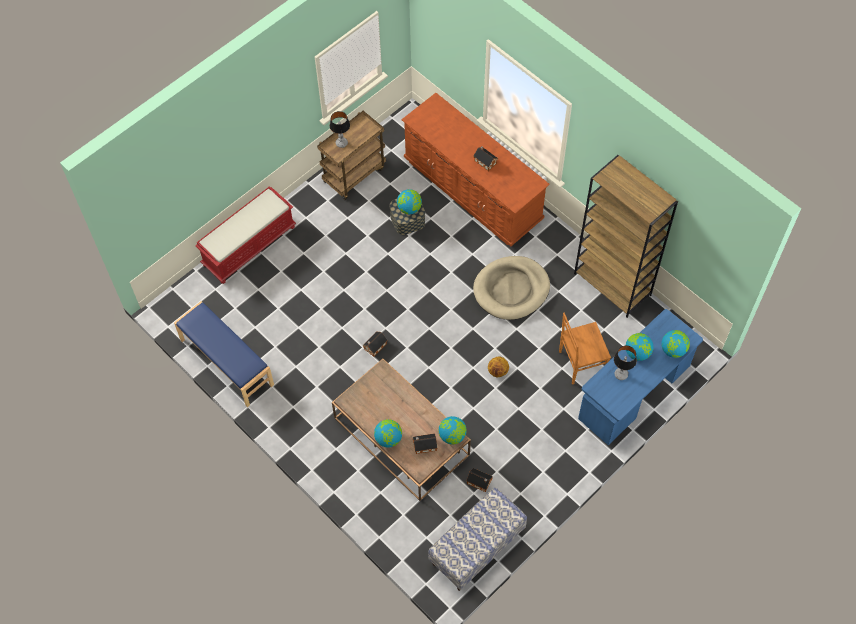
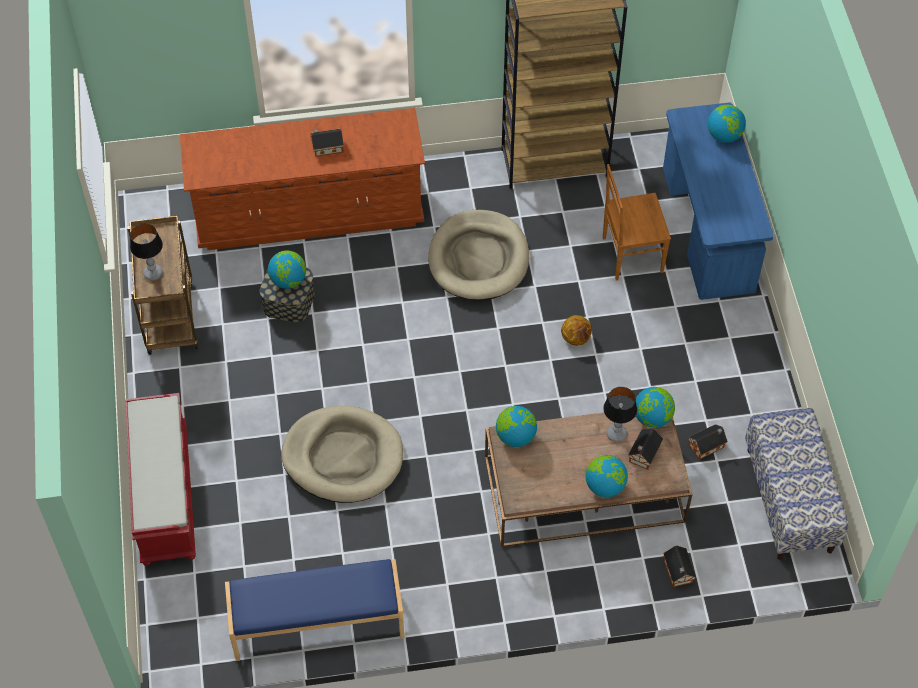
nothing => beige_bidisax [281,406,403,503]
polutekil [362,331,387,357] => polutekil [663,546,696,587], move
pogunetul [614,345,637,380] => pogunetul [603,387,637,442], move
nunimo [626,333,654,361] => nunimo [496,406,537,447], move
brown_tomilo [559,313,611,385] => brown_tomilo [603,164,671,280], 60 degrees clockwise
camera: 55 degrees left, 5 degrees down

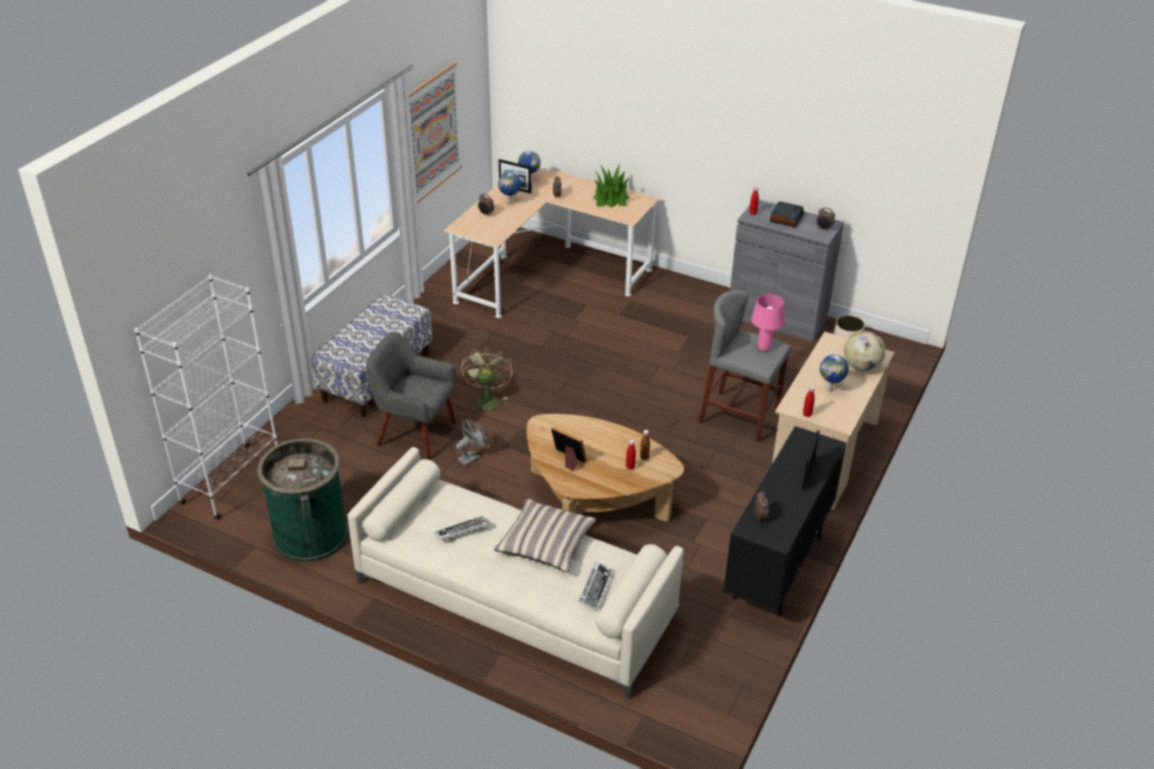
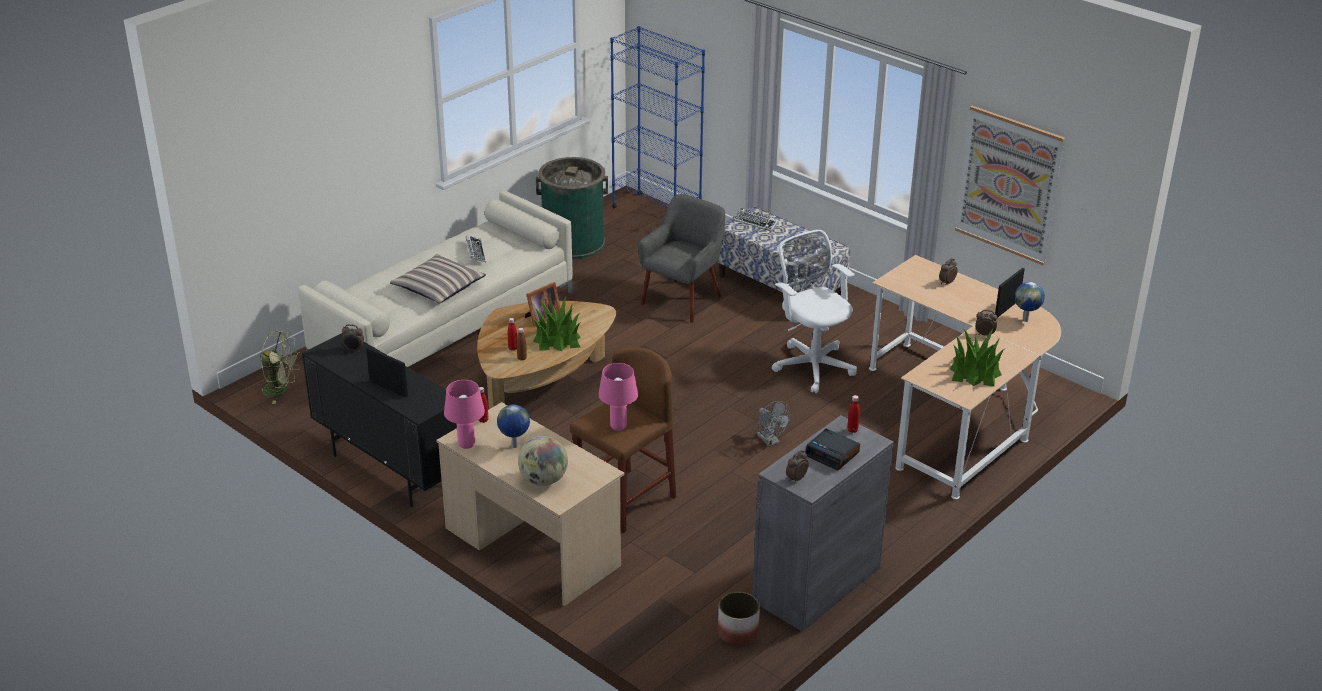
nunimo [498,172,521,205] => nothing
nothing => pink_pogunetul [444,380,485,449]
nothing => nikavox [533,296,581,351]
nothing => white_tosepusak [772,230,857,394]
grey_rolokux [456,419,487,466] => grey_rolokux [757,401,791,447], move
green_rolokux [461,347,512,415] => green_rolokux [259,331,300,404], move
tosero [579,561,613,610] => tosero [734,208,779,232], move
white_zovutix [134,274,278,519] => blue_zovutix [610,26,705,208]
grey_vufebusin [699,290,791,442] => brown_vufebusin [570,347,676,533]
camera: 105 degrees right, 5 degrees down

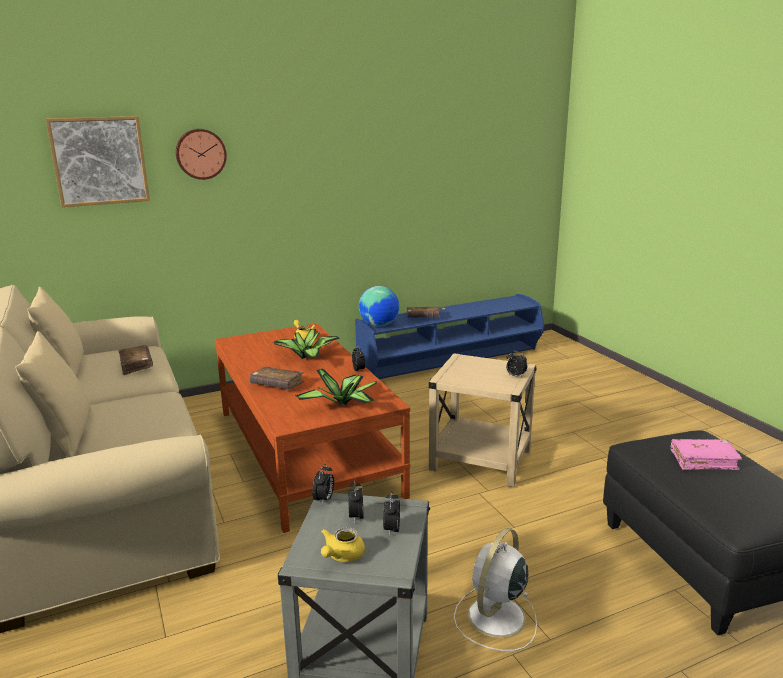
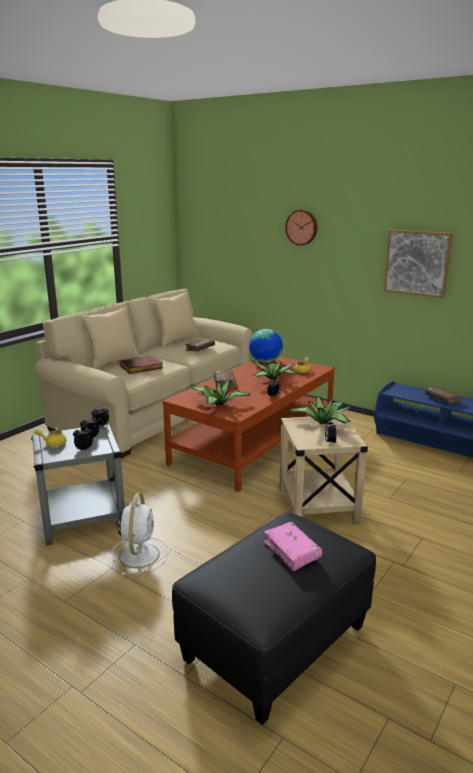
nothing => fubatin [120,356,163,374]
nothing => nikavox [289,397,351,425]
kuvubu [46,116,150,207] => kuvubu [384,230,453,298], move
nunimo [359,286,399,327] => nunimo [249,329,283,363], move
white_rolokux [454,528,537,651] => white_rolokux [111,493,168,575], 90 degrees clockwise
camera: 60 degrees right, 0 degrees up

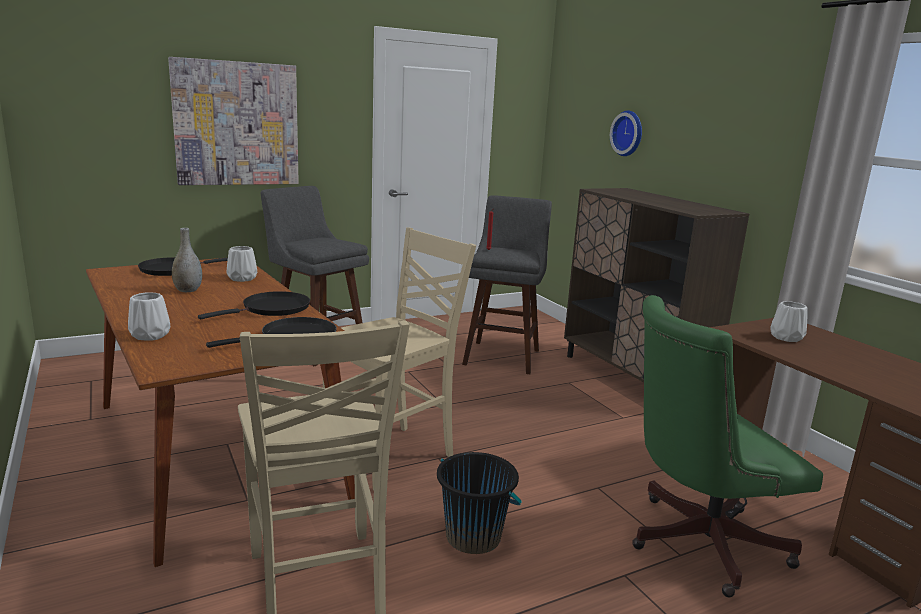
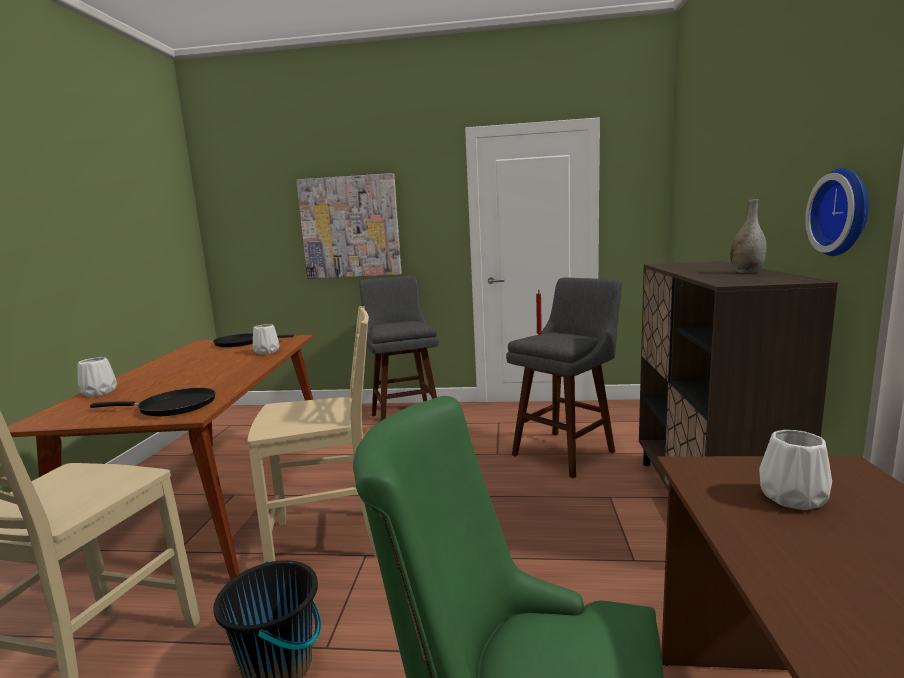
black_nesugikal [198,291,310,319] => nothing
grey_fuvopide [172,228,202,292] => grey_fuvopide [730,199,767,273], move
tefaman [610,110,642,156] => tefaman [805,168,869,256], move
camera: 35 degrees right, 5 degrees down

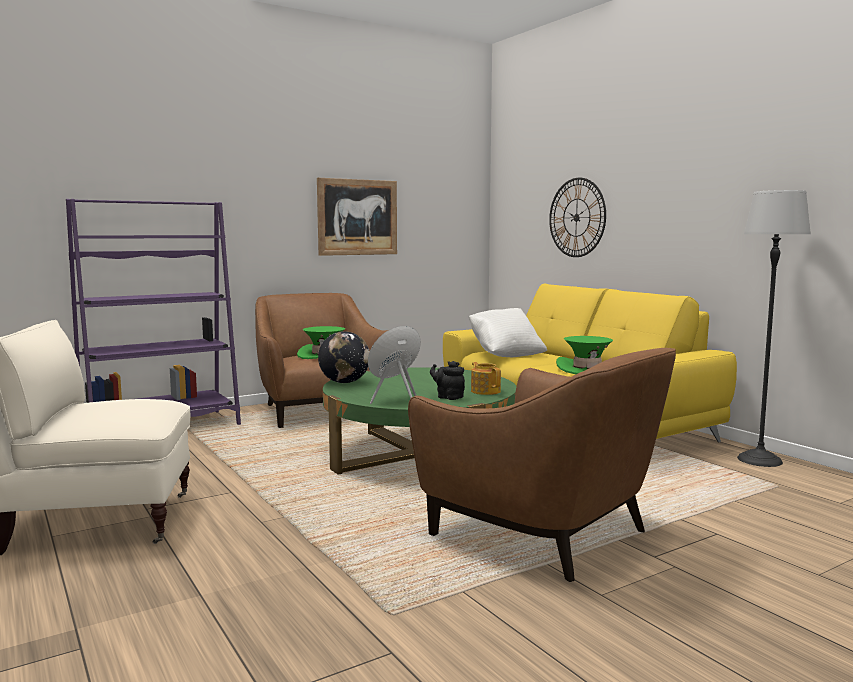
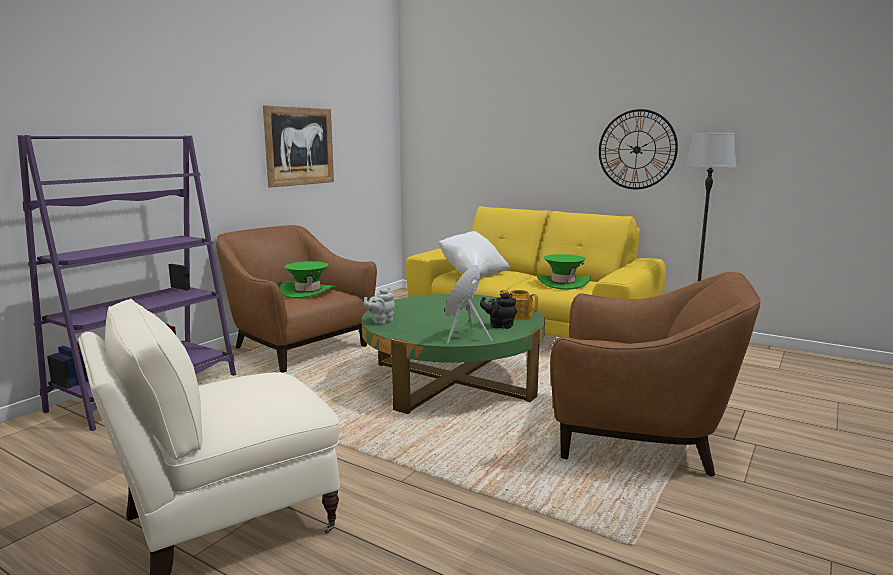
tefaman [549,178,606,257] => tefaman [599,109,678,189], move
nunimo [318,331,370,383] => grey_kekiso [364,288,395,324]
camera: 25 degrees left, 5 degrees up

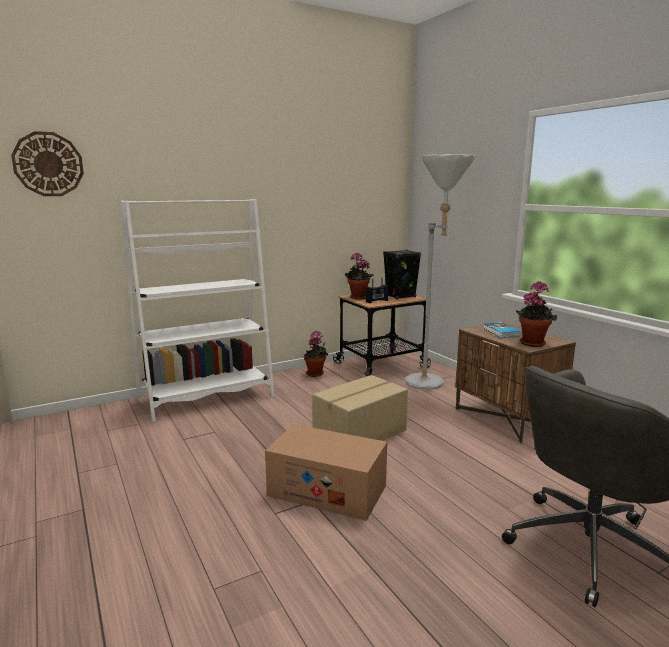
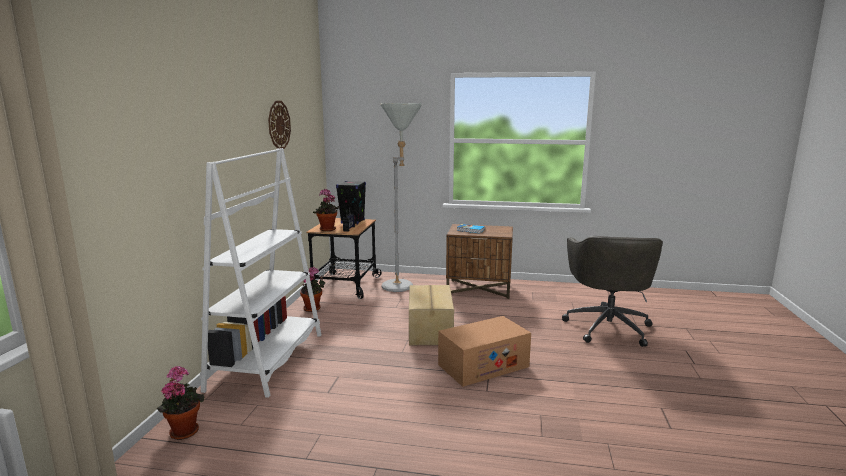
tefaman [11,131,84,196] => tefaman [268,101,291,149], move
nikavox [516,281,557,347] => nikavox [156,366,205,440], move
camera: 50 degrees left, 0 degrees up

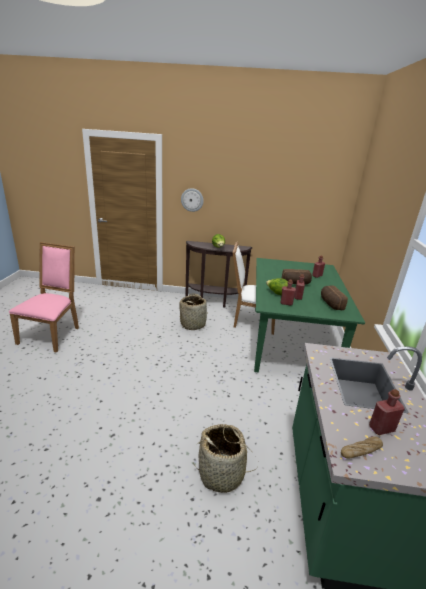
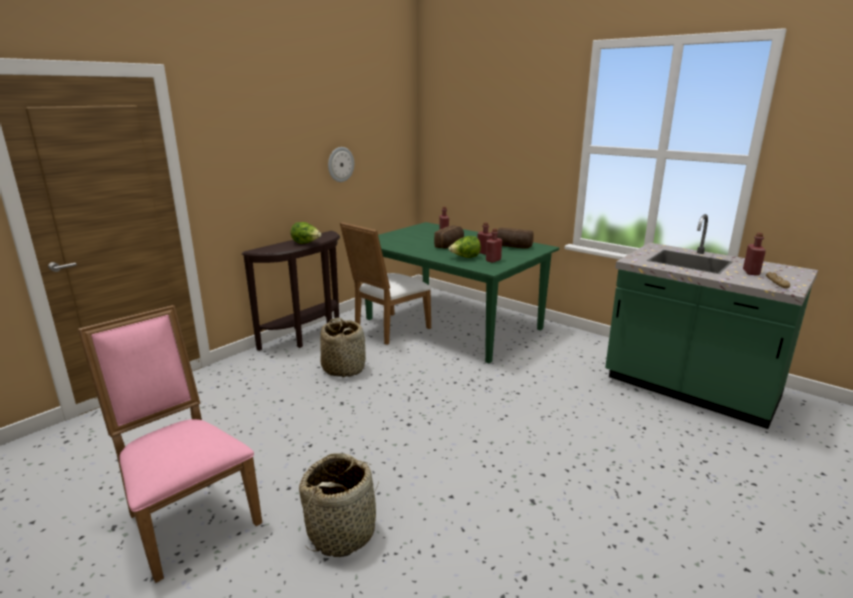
tefaman [181,188,204,212] => tefaman [328,147,354,182], move
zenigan [193,424,257,493] => zenigan [299,453,379,557], move
camera: 55 degrees left, 5 degrees down

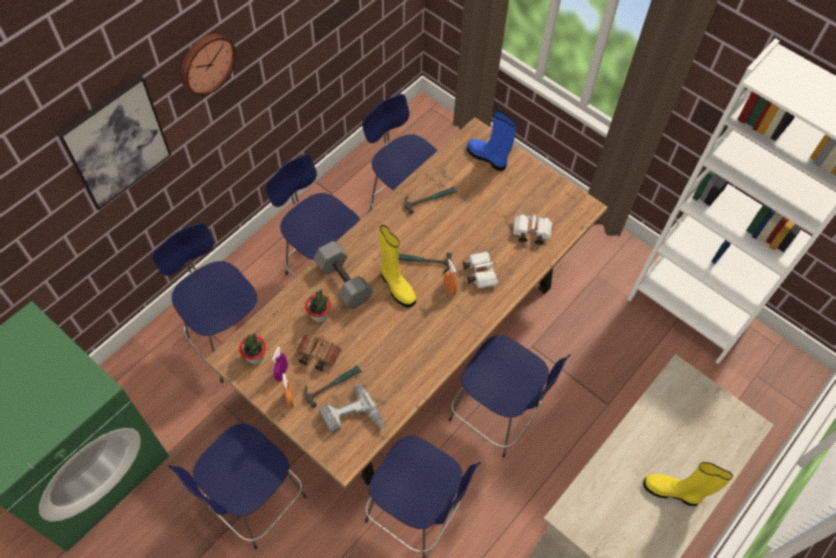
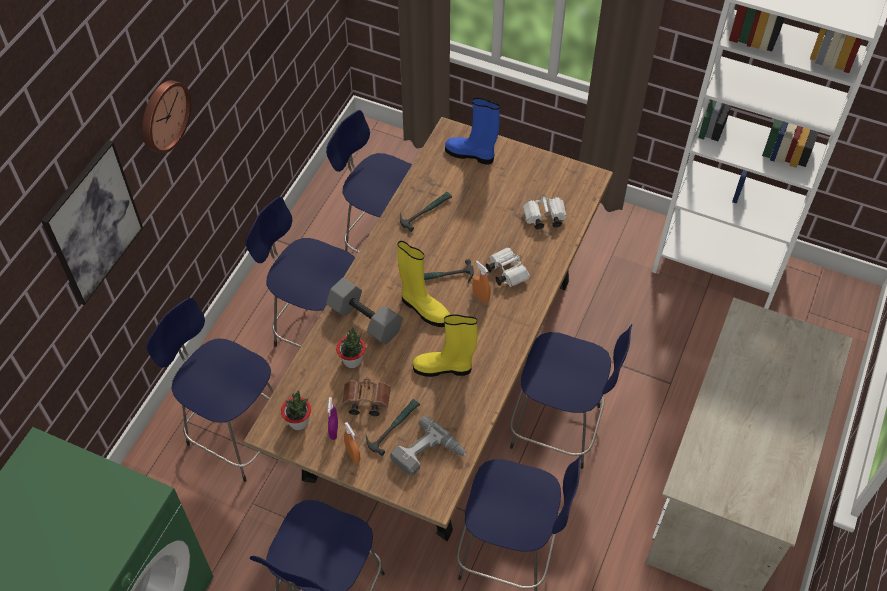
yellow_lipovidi [643,462,733,506] => yellow_lipovidi [413,314,478,377], move
camera: 15 degrees left, 5 degrees down

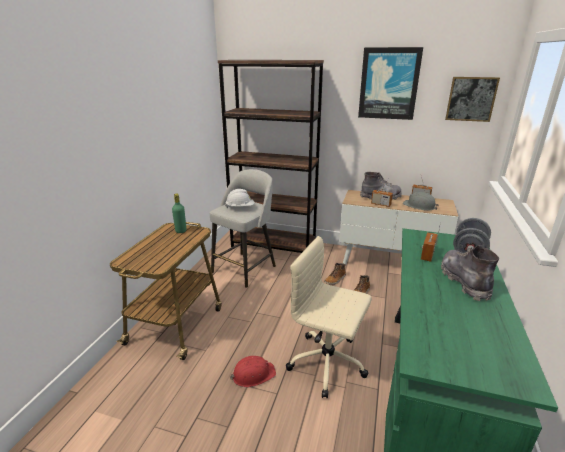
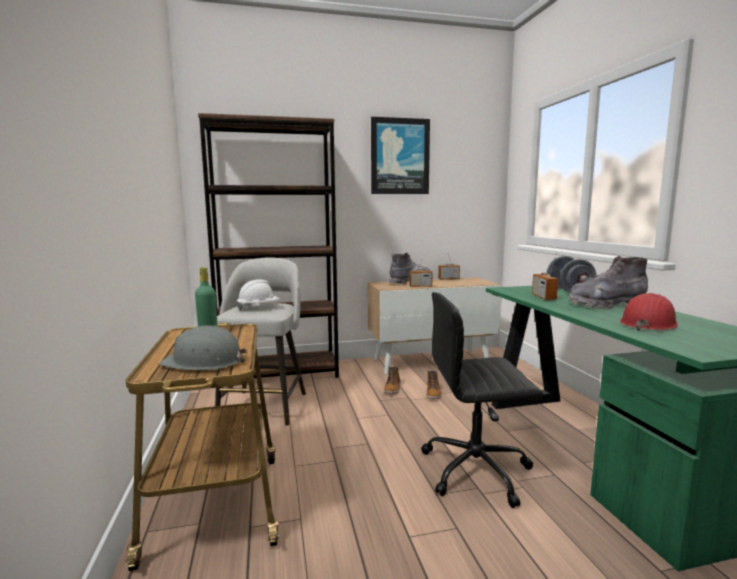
kuvubu [445,77,500,122] => nothing
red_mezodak [230,356,276,387] => red_mezodak [620,293,678,331], move
grey_mezodak [403,192,439,211] => grey_mezodak [160,325,248,370], move
beige_tosepusak [286,236,372,398] => black_tosepusak [421,292,543,508]
grey_lipovidi [441,245,499,301] => grey_lipovidi [569,256,648,309], 60 degrees counterclockwise
camera: 30 degrees left, 15 degrees down

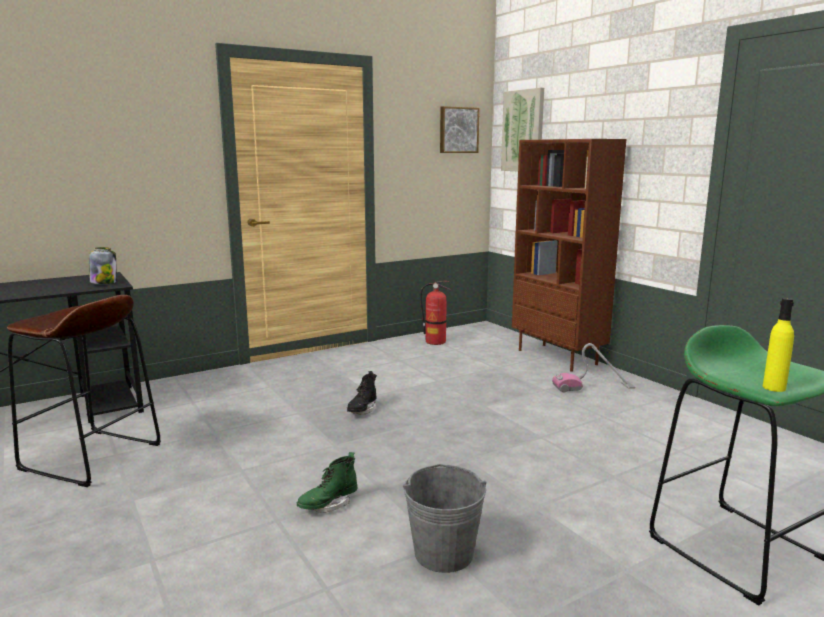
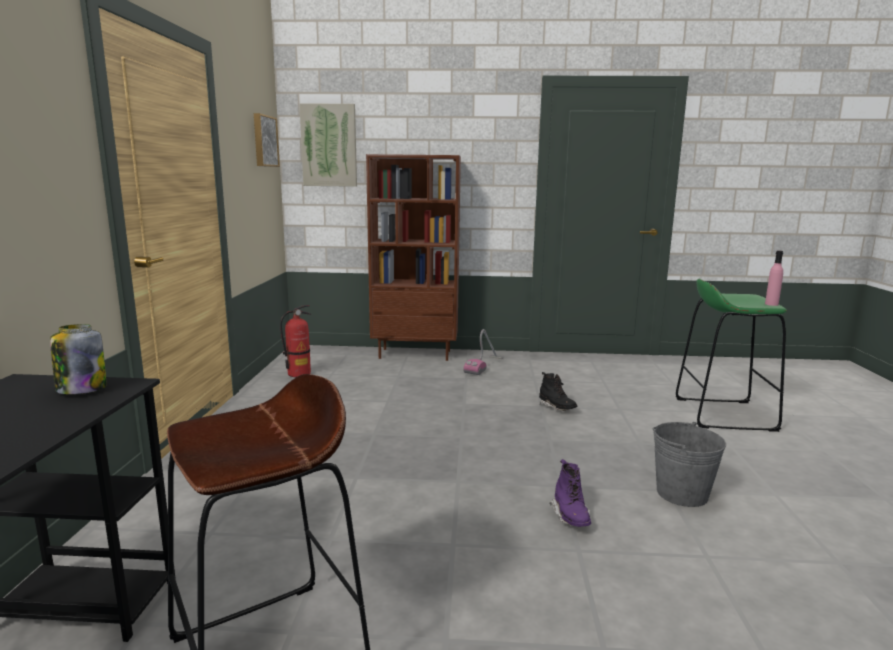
black_lipovidi [347,371,377,415] => black_lipovidi [539,372,578,411], move
green_lipovidi [297,452,357,513] => purple_lipovidi [550,459,591,527]
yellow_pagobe [763,298,794,392] => pink_pagobe [765,251,783,306]
camera: 55 degrees left, 0 degrees up

